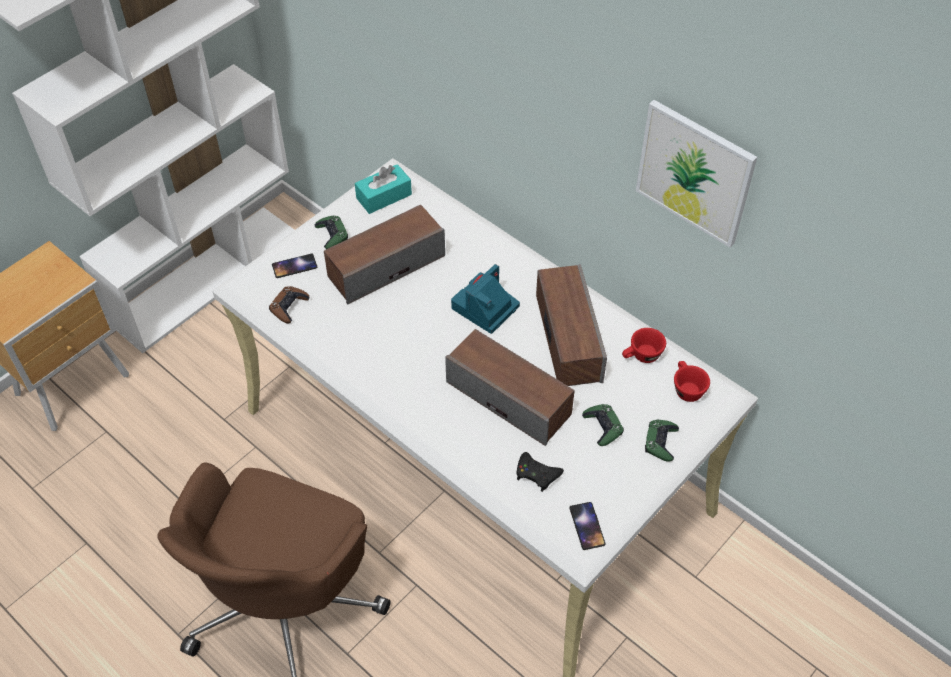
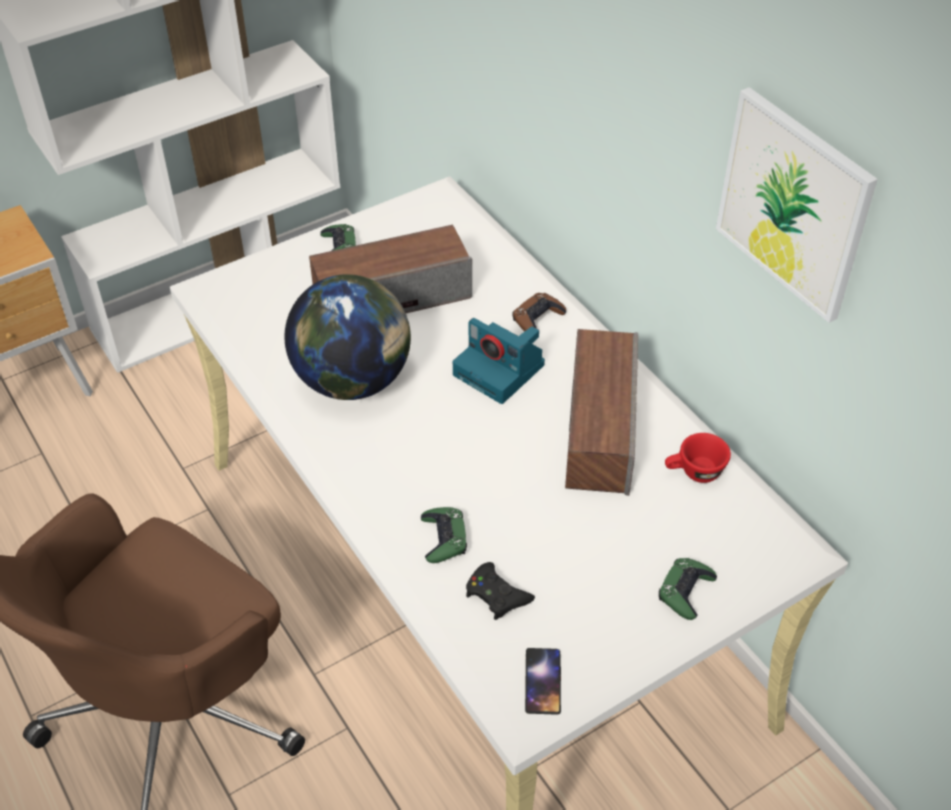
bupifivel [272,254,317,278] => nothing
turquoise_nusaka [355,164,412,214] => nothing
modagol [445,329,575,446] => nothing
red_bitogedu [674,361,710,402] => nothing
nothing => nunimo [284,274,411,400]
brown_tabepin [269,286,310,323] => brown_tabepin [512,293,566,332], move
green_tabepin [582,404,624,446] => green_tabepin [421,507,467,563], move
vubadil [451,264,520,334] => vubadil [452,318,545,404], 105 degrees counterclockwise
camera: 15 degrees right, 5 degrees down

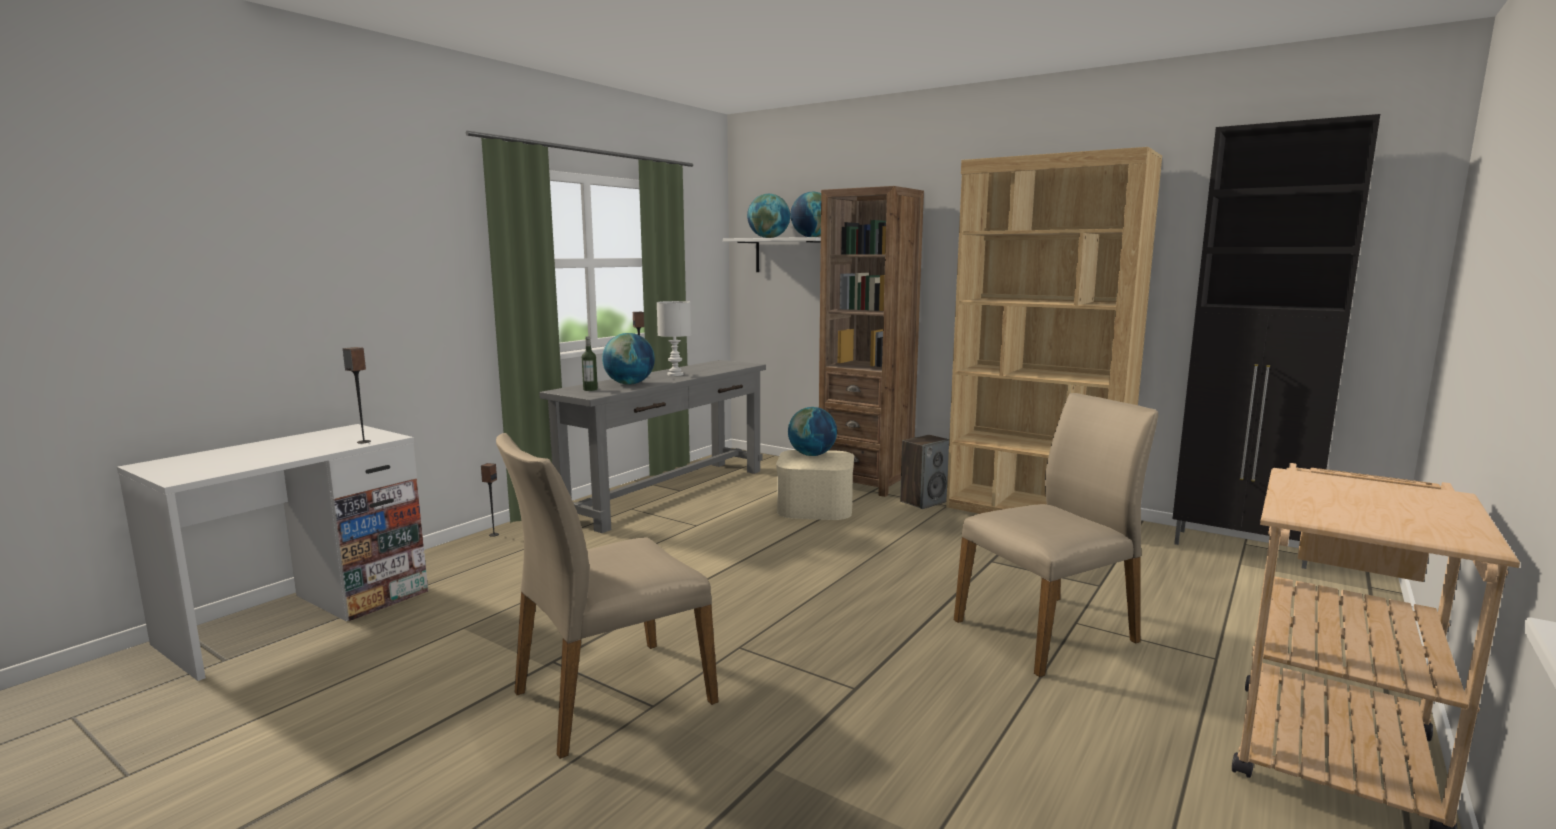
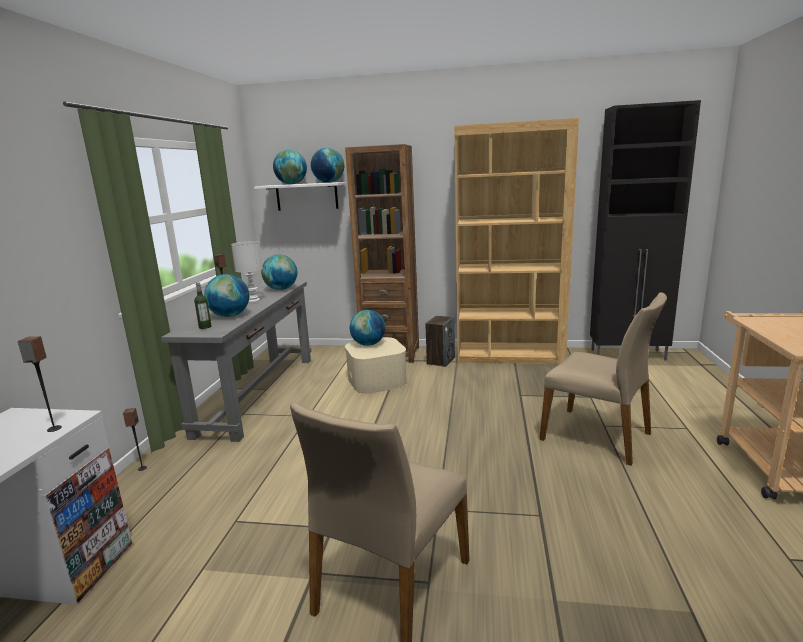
nothing => nunimo [261,255,297,290]
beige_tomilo [954,393,1158,677] => beige_tomilo [539,292,667,466], 90 degrees clockwise
camera: 25 degrees left, 5 degrees up

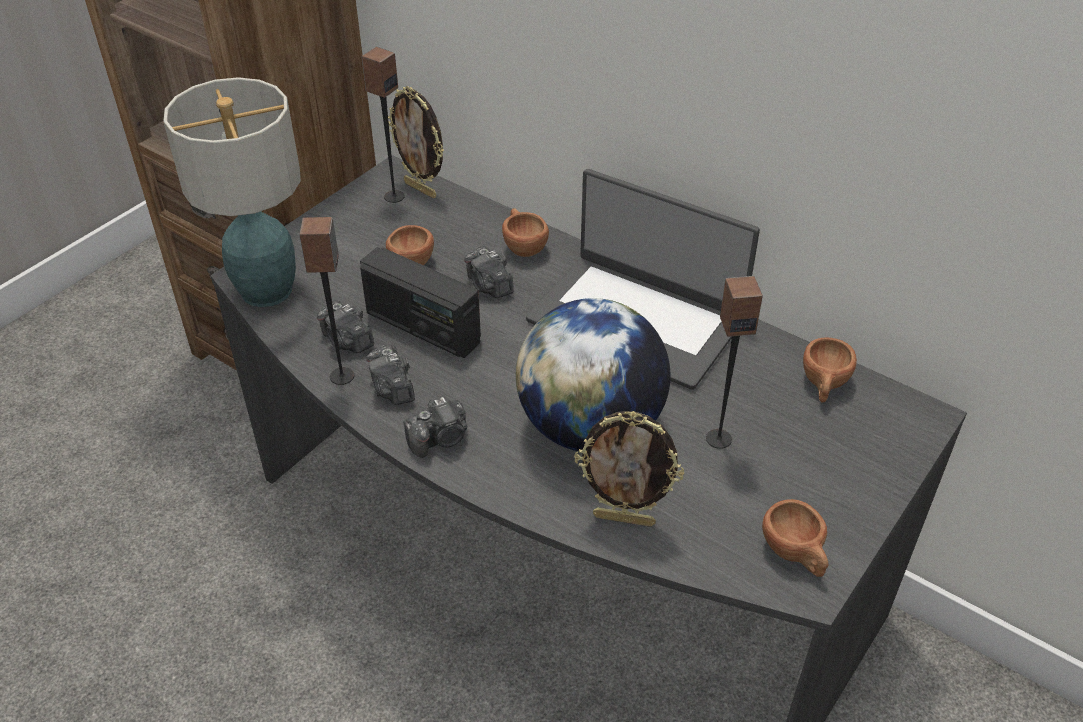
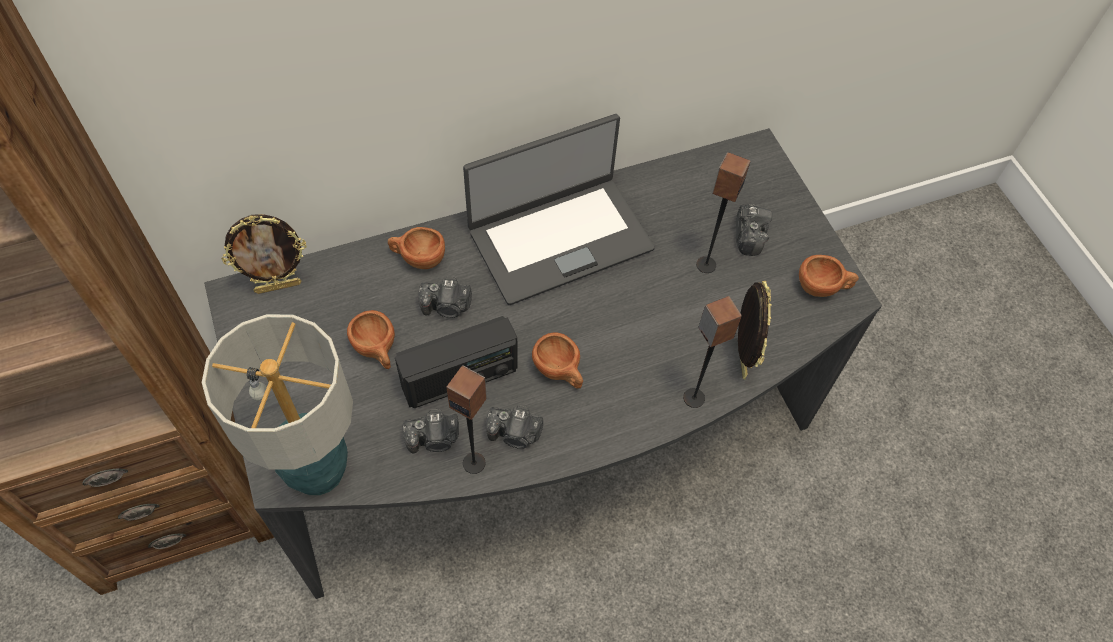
nunimo [516,298,671,451] => nothing
modagol [362,47,405,203] => modagol [683,296,742,408], move
vubadil [403,396,467,458] => vubadil [736,204,773,256], move
brown_bitogedu [803,337,857,403] => brown_bitogedu [532,332,583,388], move
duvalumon [574,411,684,527] => duvalumon [738,281,771,380], 45 degrees counterclockwise
camera: 60 degrees left, 15 degrees up

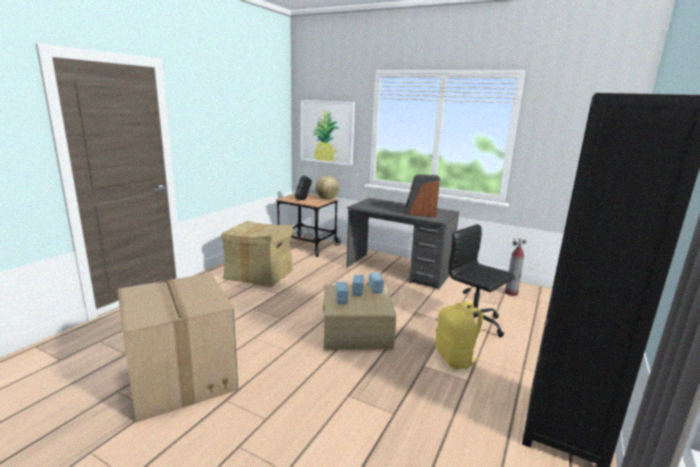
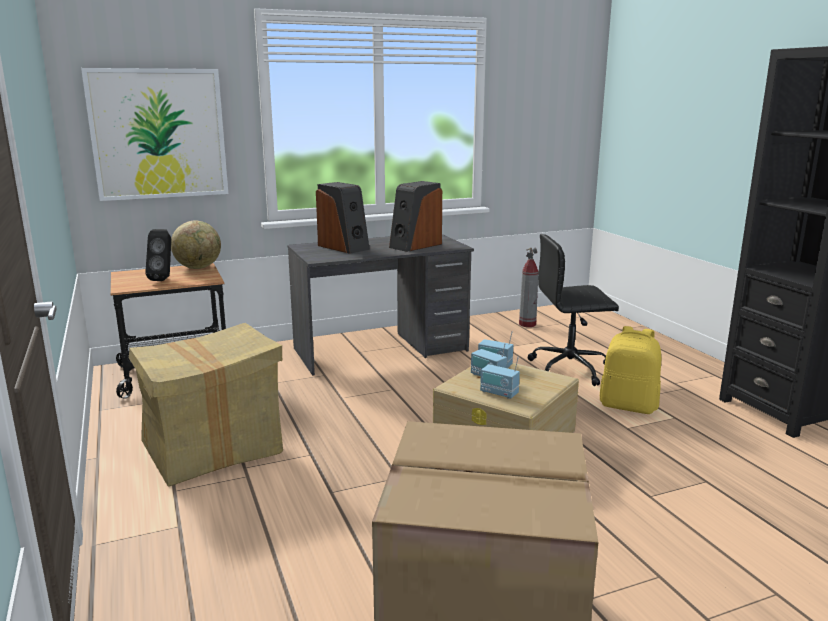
nothing => modagol [316,182,370,254]
camera: 50 degrees left, 0 degrees up

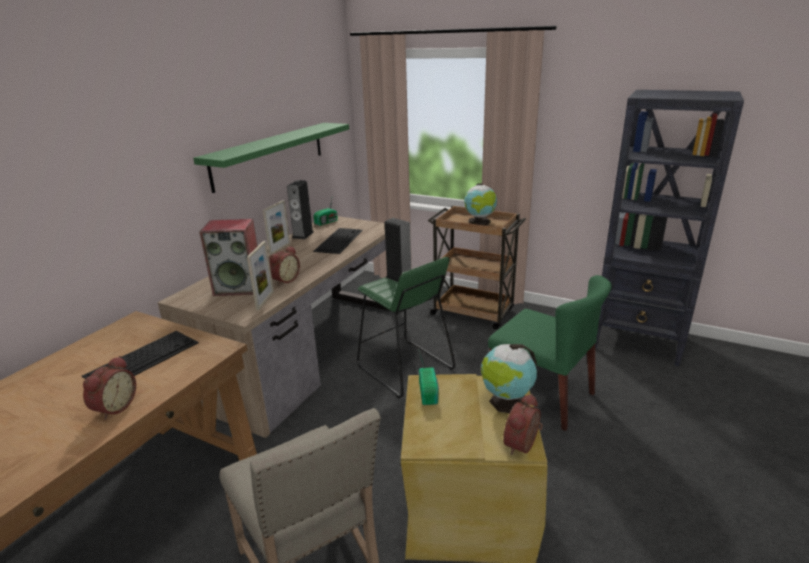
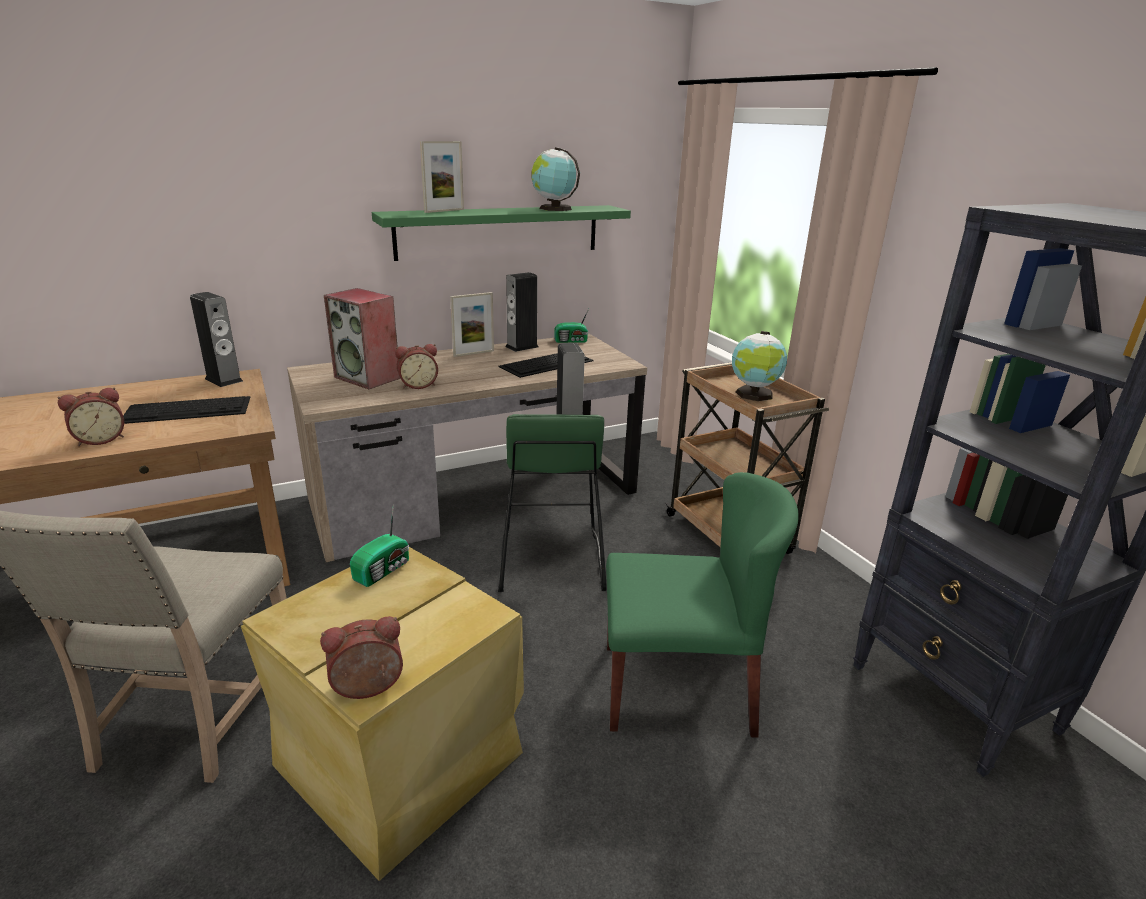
nothing => modagol [190,292,243,387]
duvalumon [247,241,274,310] => duvalumon [420,141,464,213], move
nunimo [481,344,537,413] => nunimo [532,147,580,211], move
green_tomilo [488,275,612,431] => green_tomilo [606,472,799,738], 75 degrees counterclockwise
camera: 35 degrees right, 0 degrees up

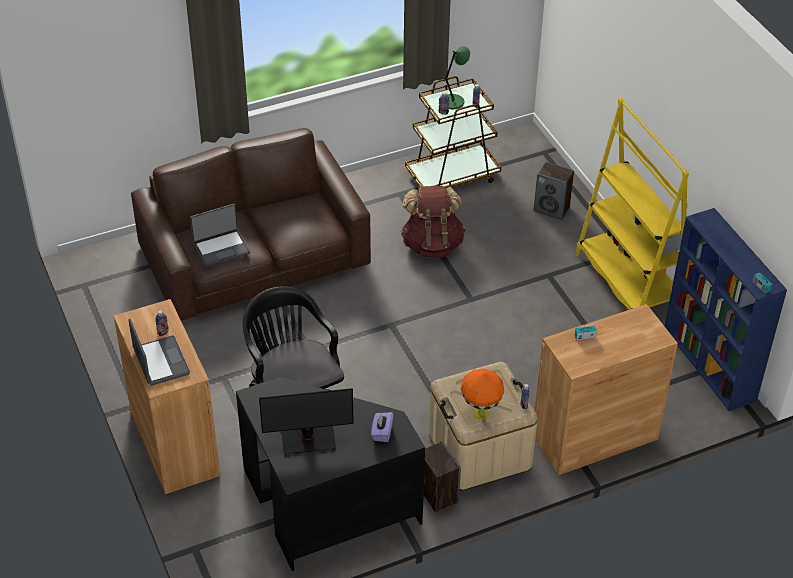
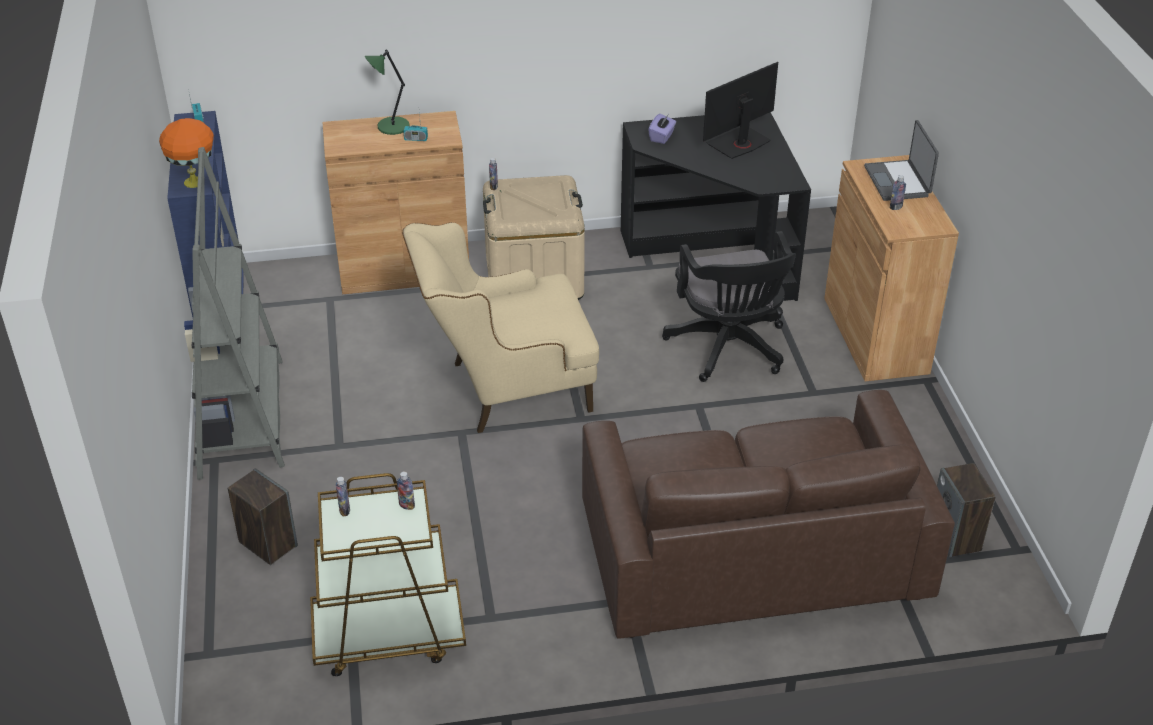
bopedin [190,204,250,267] => nothing
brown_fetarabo [401,186,465,258] => nothing
nothing => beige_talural [402,222,599,433]
modagol [424,441,461,513] => modagol [937,463,996,558], move
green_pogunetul [444,46,470,109] => green_pogunetul [365,50,410,135], move
orange_pogunetul [461,368,504,419] => orange_pogunetul [159,118,214,188], move
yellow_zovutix [575,97,689,310] => grey_zovutix [184,147,285,480]
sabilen [259,388,354,454] => sabilen [703,62,778,159], 45 degrees counterclockwise
camera: 165 degrees left, 5 degrees down

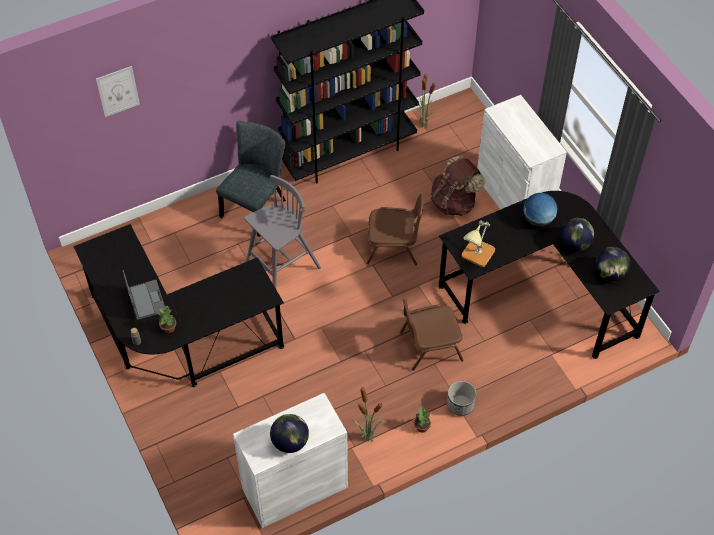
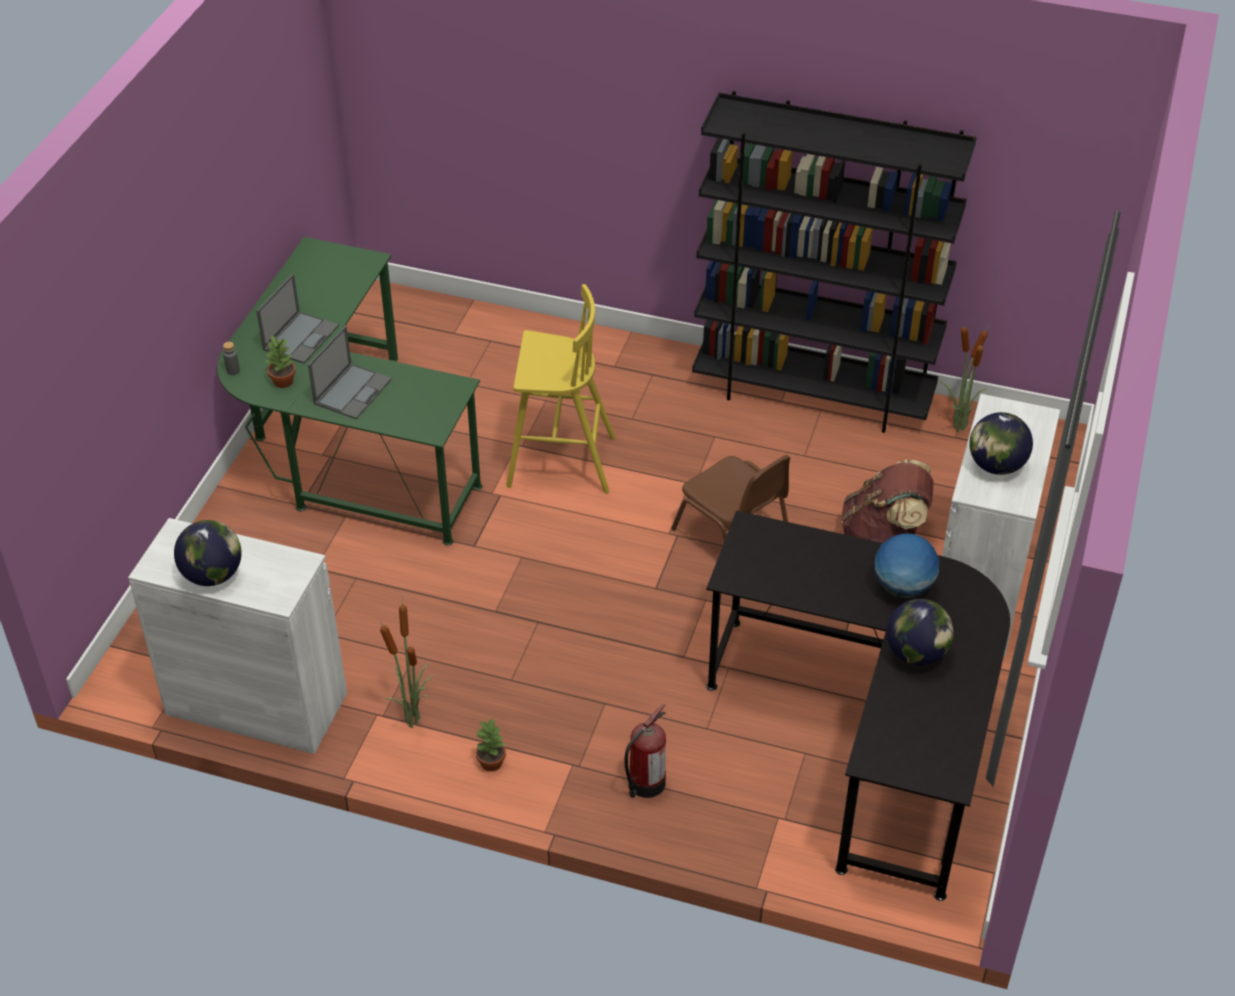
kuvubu [96,66,140,117] => nothing
grey_tomilo [216,121,286,237] => nothing
brown_tomilo [400,299,464,371] => nothing
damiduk [447,381,477,416] => nothing
pogunetul [462,220,495,267] => nothing
nothing => bopedin [308,326,392,419]
nothing => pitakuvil [624,704,666,798]
nunimo [595,247,631,281] => nunimo [969,412,1033,475], move
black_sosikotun [73,224,284,387] => green_sosikotun [217,237,482,546]
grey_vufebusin [244,175,321,288] => yellow_vufebusin [507,284,616,494]
camera: 45 degrees right, 10 degrees down

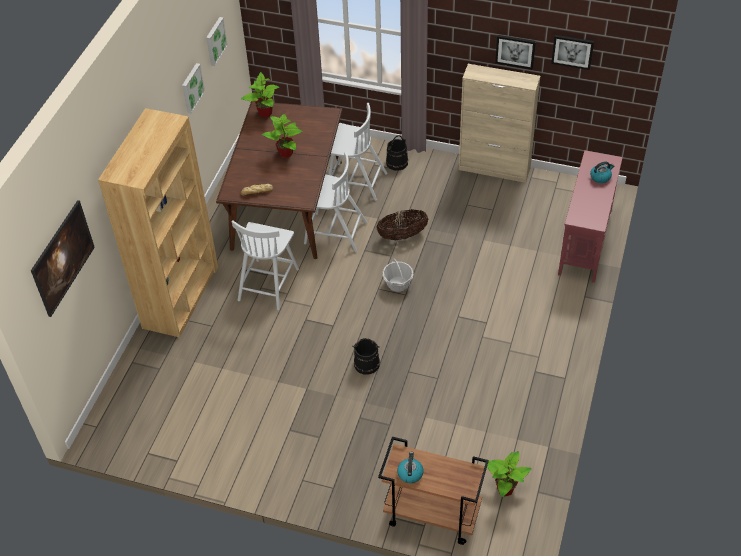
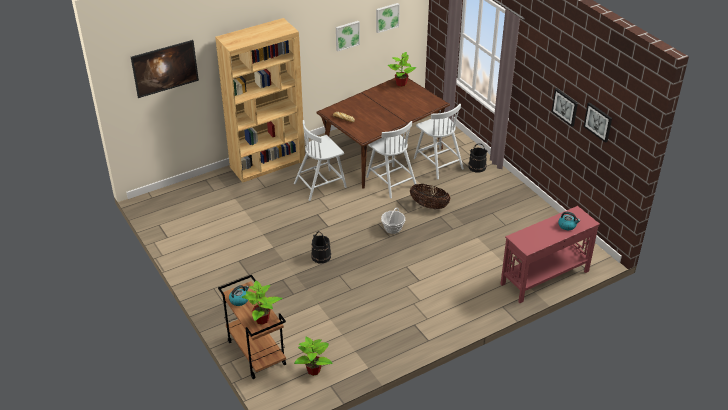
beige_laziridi [459,64,540,183] => nothing
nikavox [261,114,303,158] => nikavox [242,280,282,325], move
camera: 40 degrees right, 10 degrees down

